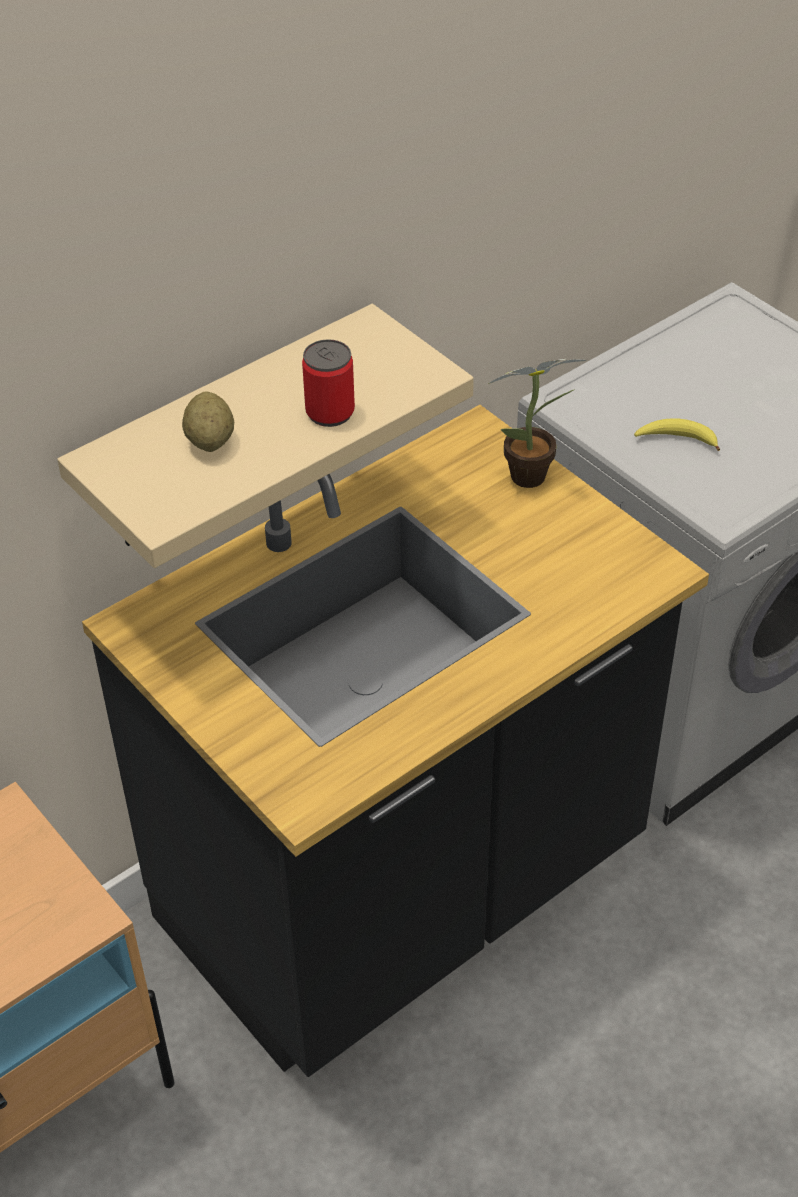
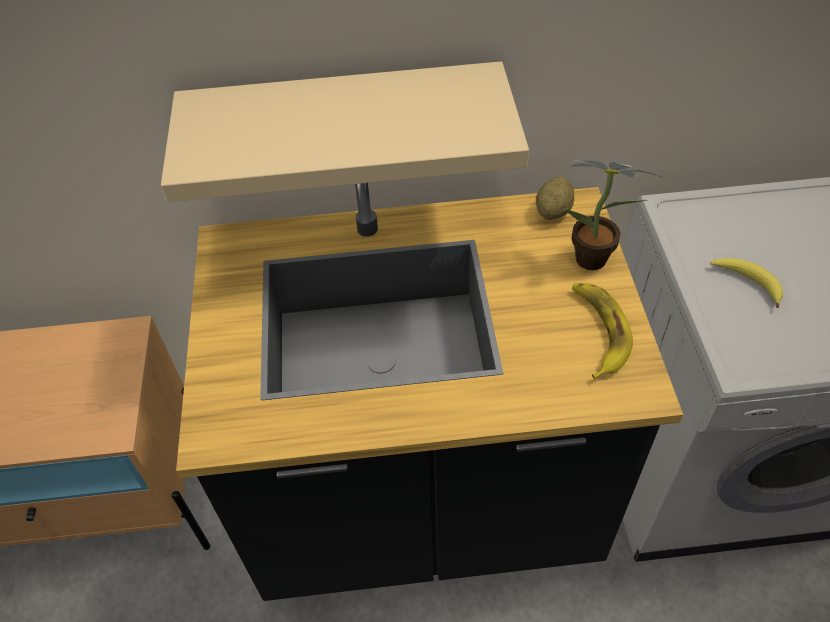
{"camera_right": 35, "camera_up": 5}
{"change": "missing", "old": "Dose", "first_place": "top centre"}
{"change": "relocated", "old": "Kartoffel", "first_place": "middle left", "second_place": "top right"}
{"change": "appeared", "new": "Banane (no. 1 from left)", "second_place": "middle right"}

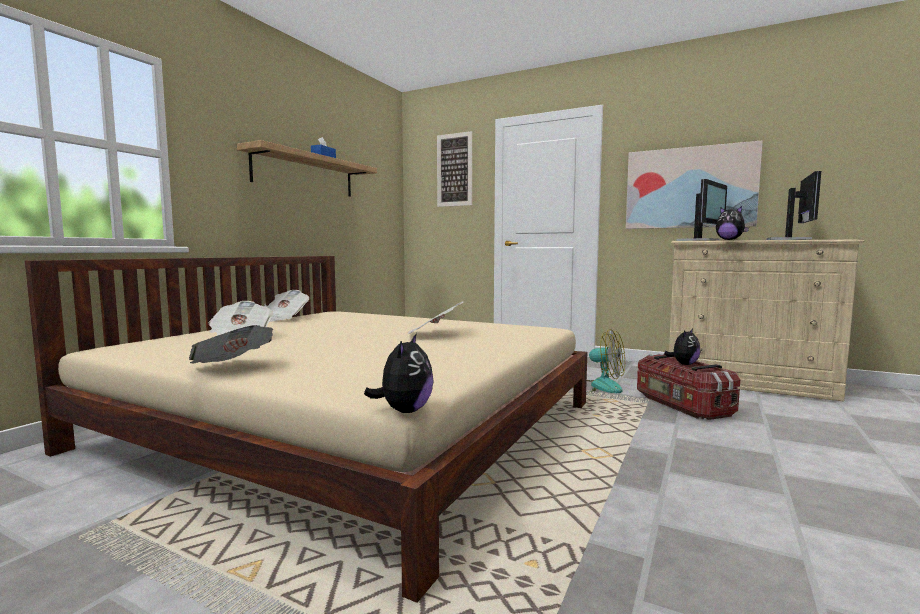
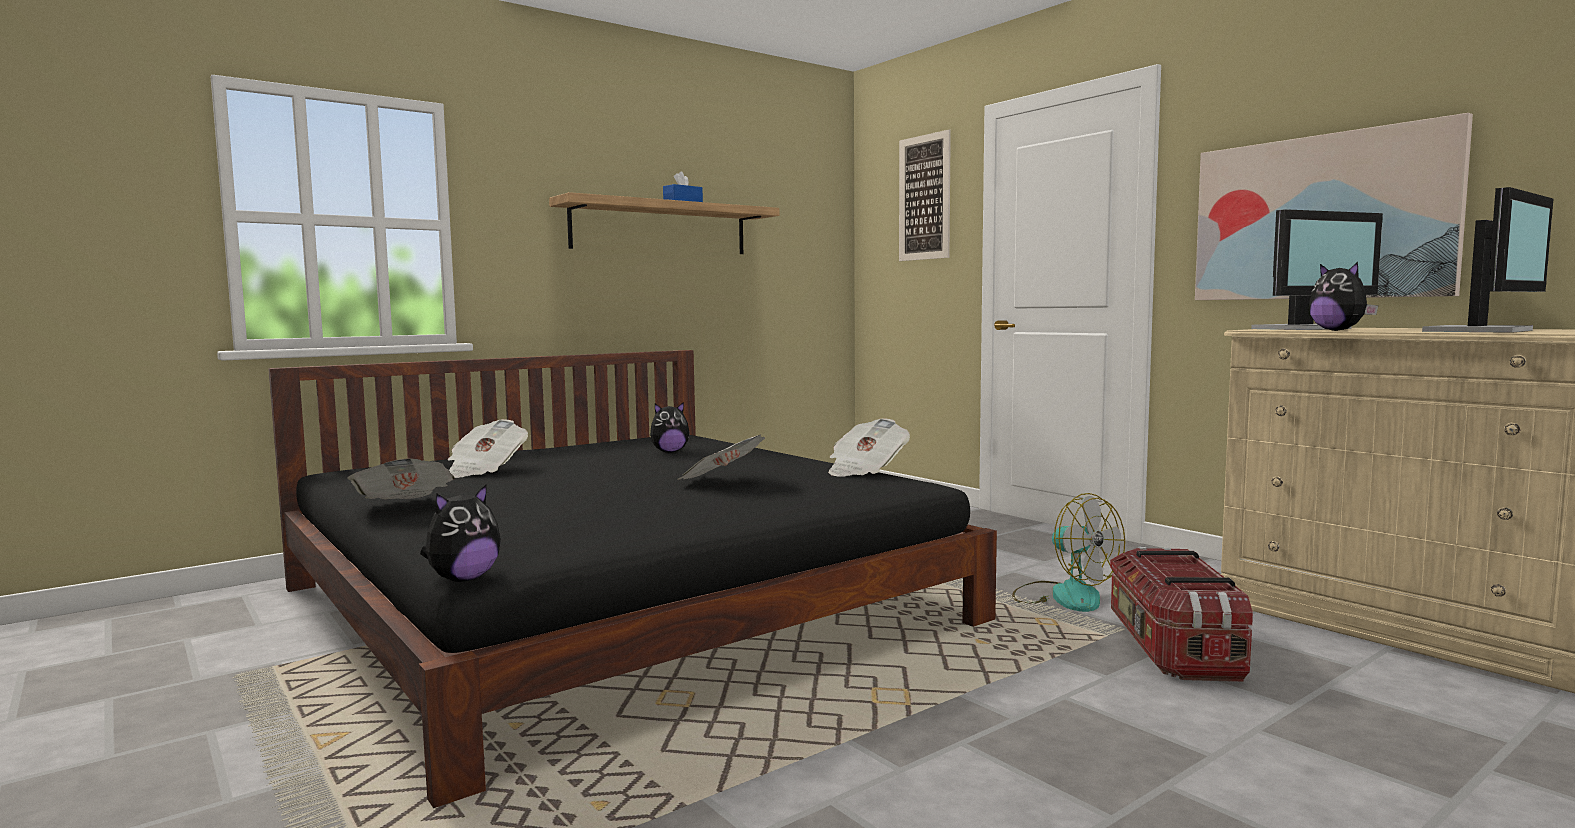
{"camera_right": 25, "camera_up": 0}
{"change": "colour", "old": "Bett (beige)", "new": "Bett (schwarz)", "first_place": "bottom left", "second_place": "bottom centre"}
{"change": "relocated", "old": "Zeitung (no. 3 from left in the first image)", "new": "Zeitung (no. 4 from left)", "first_place": "middle left", "second_place": "centre"}
{"change": "relocated", "old": "Plüschtier (no. 2 from left)", "first_place": "middle right", "second_place": "centre"}

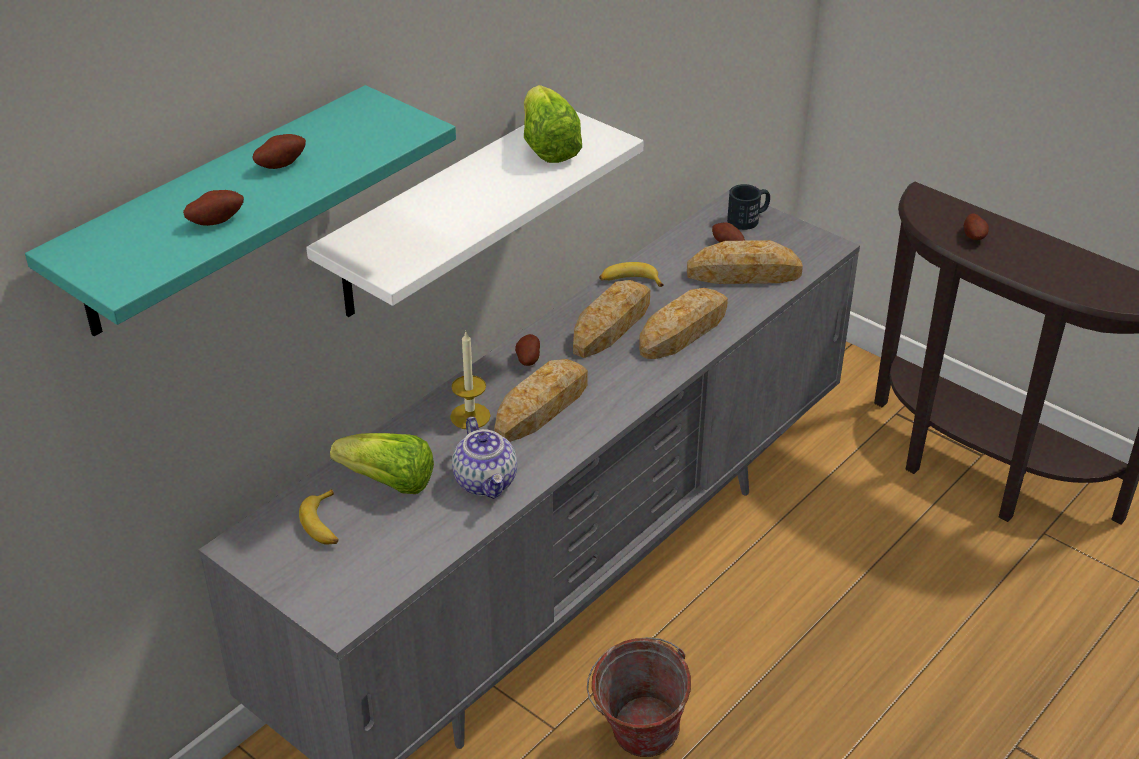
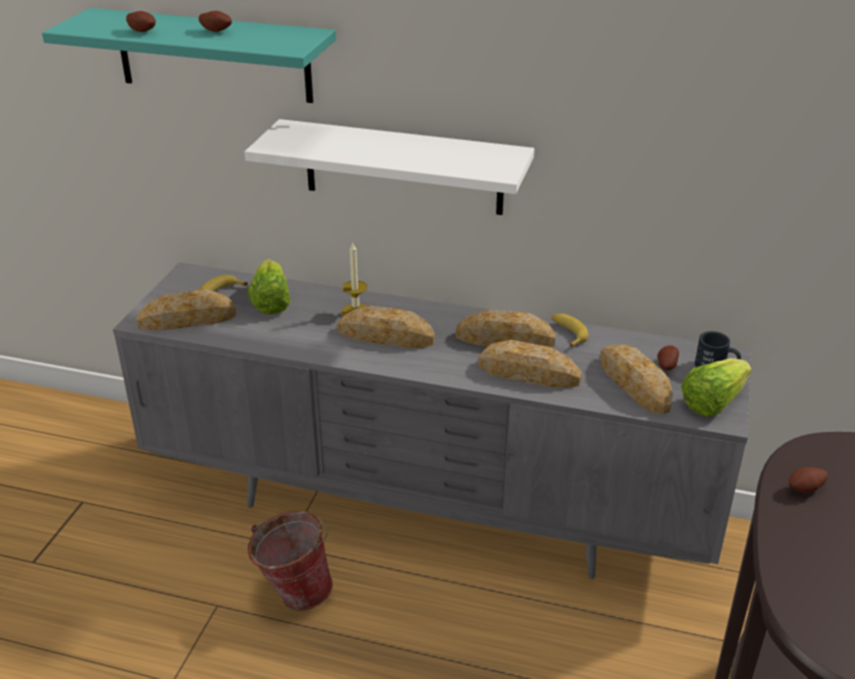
{"camera_right": 65, "camera_up": -5}
{"change": "relocated", "old": "Salatkopf (no. 2 from left)", "first_place": "top centre", "second_place": "middle right"}
{"change": "missing", "old": "Kartoffel (no. 3 from left)", "first_place": "centre"}
{"change": "missing", "old": "Teekanne", "first_place": "centre"}
{"change": "appeared", "new": "Brot (no. 1 from left)", "second_place": "middle left"}

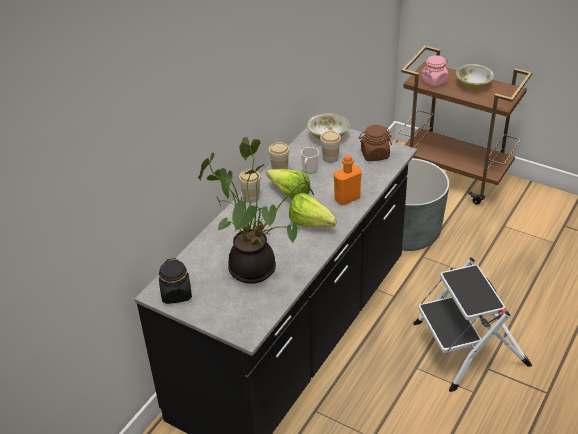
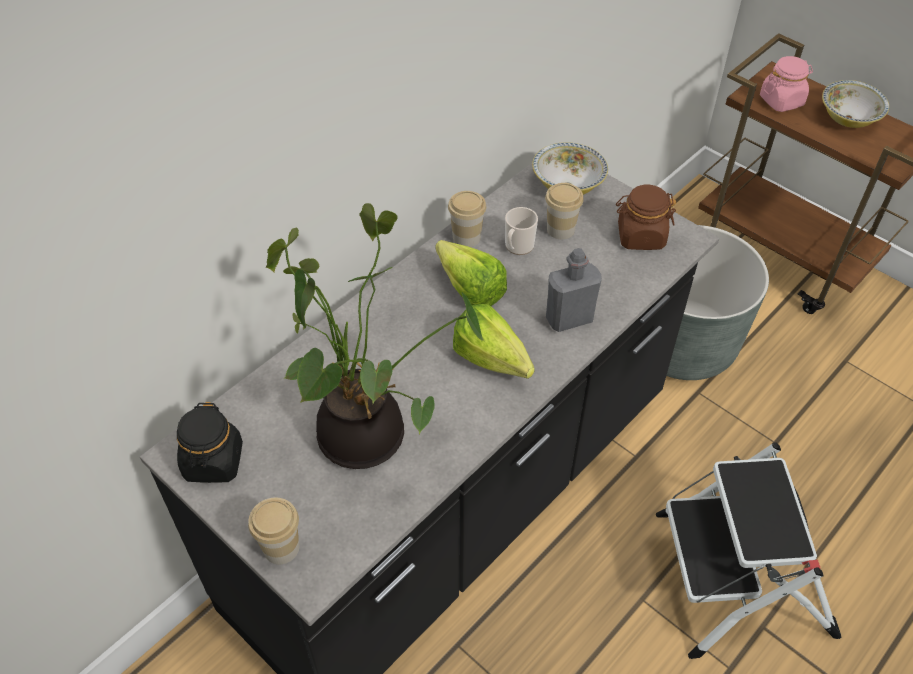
{"camera_right": 10, "camera_up": 10}
{"change": "colour", "old": "Flasche (orange)", "new": "Flasche (grau)", "first_place": "centre", "second_place": "centre"}
{"change": "relocated", "old": "Tasse (no. 1 from left)", "first_place": "centre", "second_place": "bottom left"}

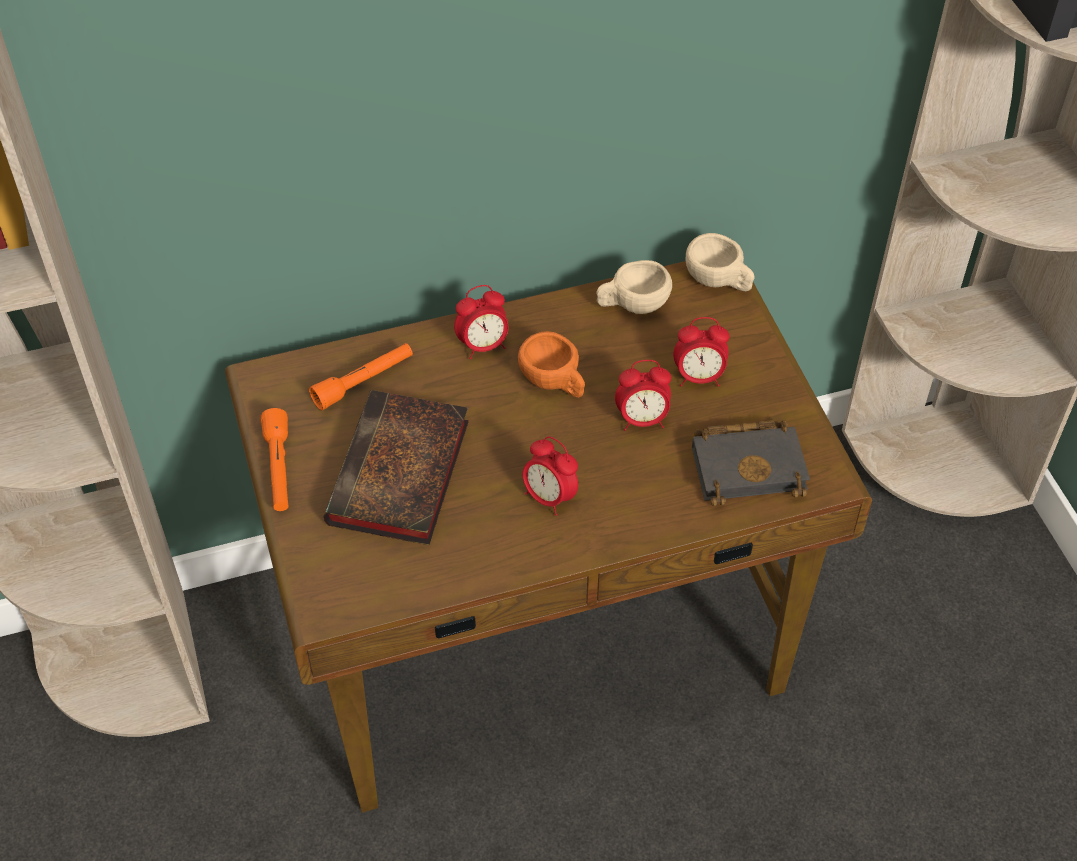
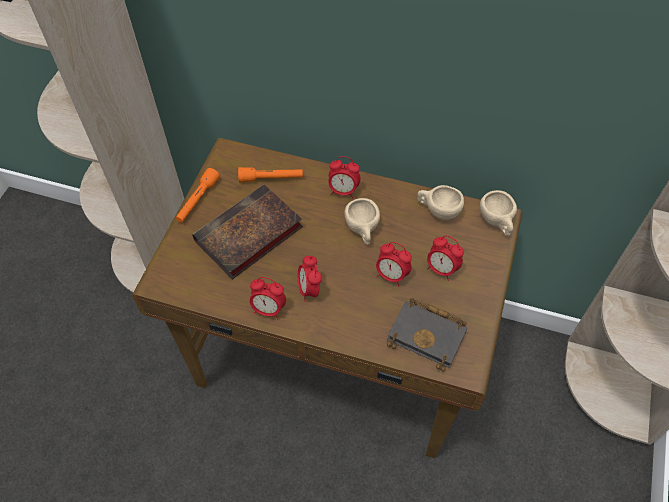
{"camera_right": 35, "camera_up": 5}
{"change": "colour", "old": "Tasse (orange)", "new": "Tasse (beige) (no. 1 from left)", "first_place": "centre", "second_place": "centre"}
{"change": "appeared", "new": "Wecker (no. 1 from left)", "second_place": "centre"}

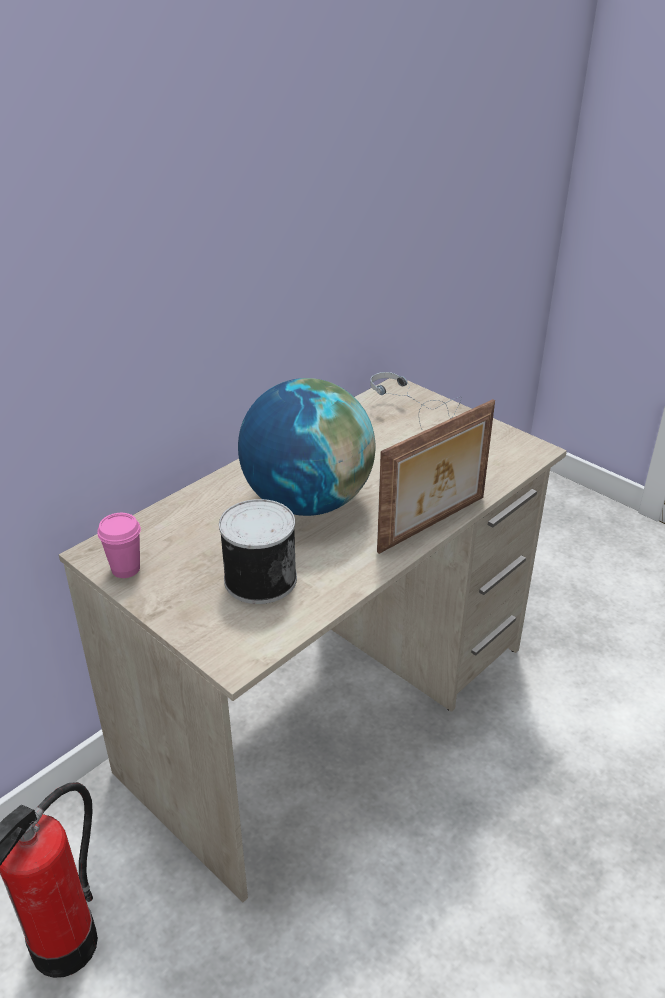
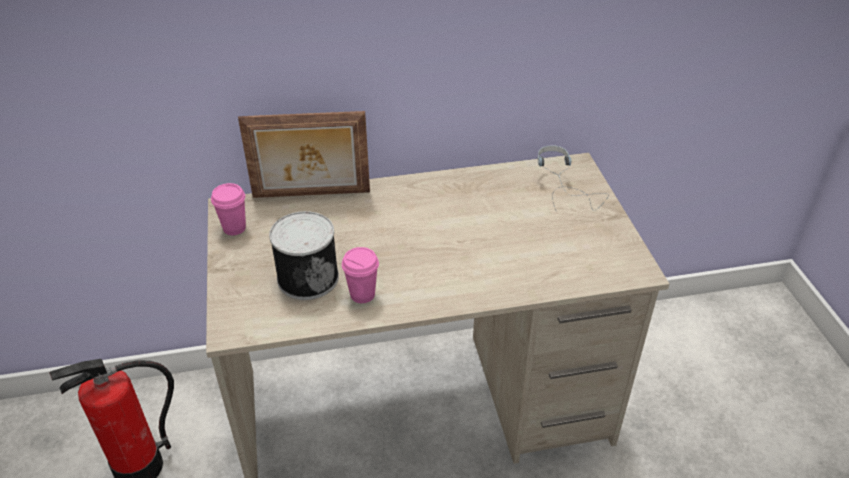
{"camera_right": 35, "camera_up": 5}
{"change": "missing", "old": "Globus", "first_place": "centre"}
{"change": "relocated", "old": "Bilderrahmen", "first_place": "centre", "second_place": "top centre"}
{"change": "appeared", "new": "Tasse (rosa) (no. 2 from left)", "second_place": "centre"}

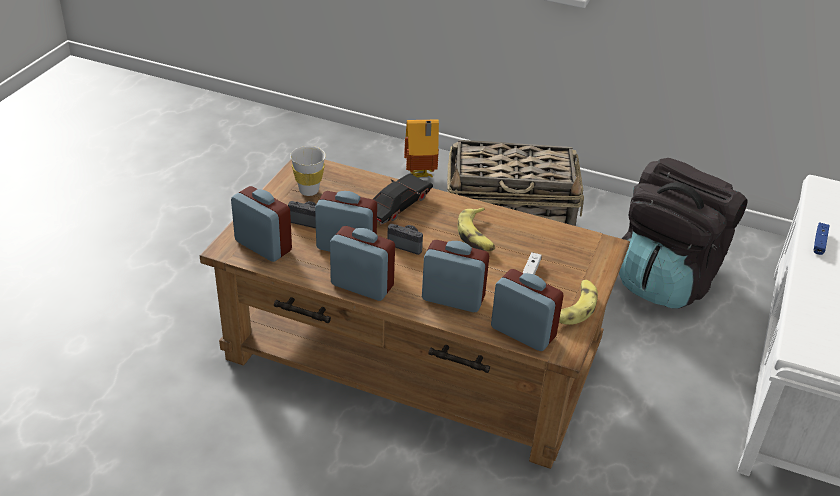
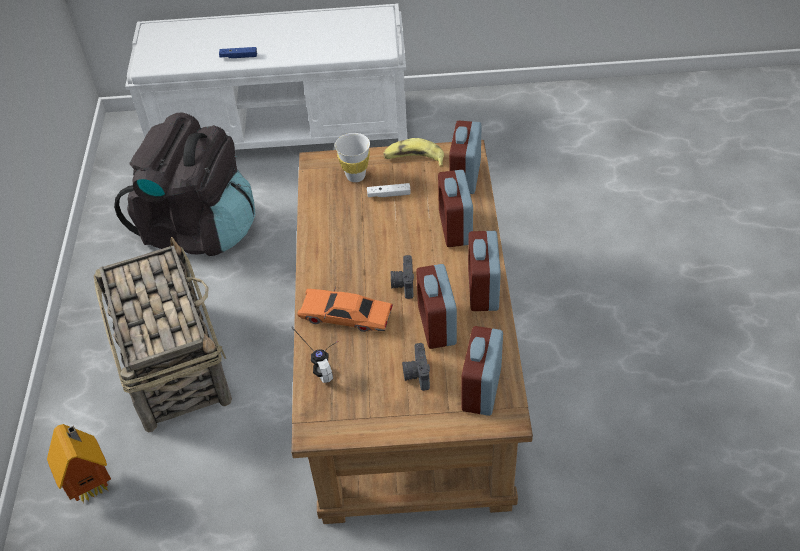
{"camera_right": -110, "camera_up": 10}
{"change": "relocated", "old": "Tasse (weiß)", "first_place": "centre", "second_place": "top centre"}
{"change": "colour", "old": "Spielzeugauto (schwarz)", "new": "Spielzeugauto (orange)", "first_place": "centre", "second_place": "centre"}
{"change": "missing", "old": "Banane (no. 1 from left)", "first_place": "centre"}
{"change": "appeared", "new": "Kopfhörer", "second_place": "centre"}

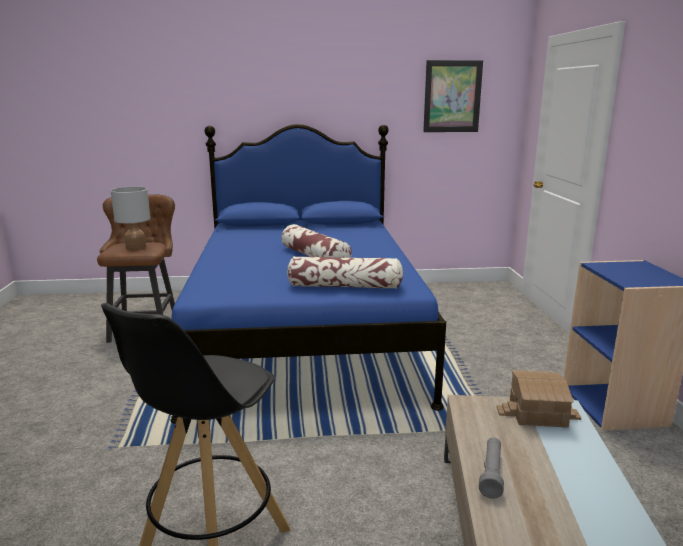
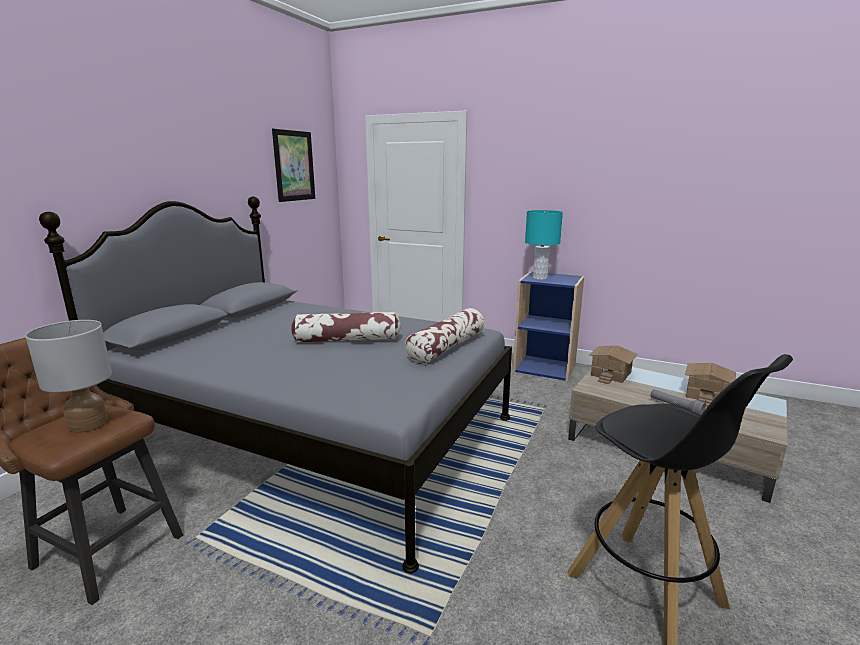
{"camera_right": -60, "camera_up": 0}
{"change": "colour", "old": "Bett (blau)", "new": "Bett (grau)", "first_place": "centre", "second_place": "middle left"}
{"change": "appeared", "new": "Tischlampe (türkis)", "second_place": "centre"}
{"change": "appeared", "new": "Spielzeughaus (no. 2 from left)", "second_place": "middle right"}

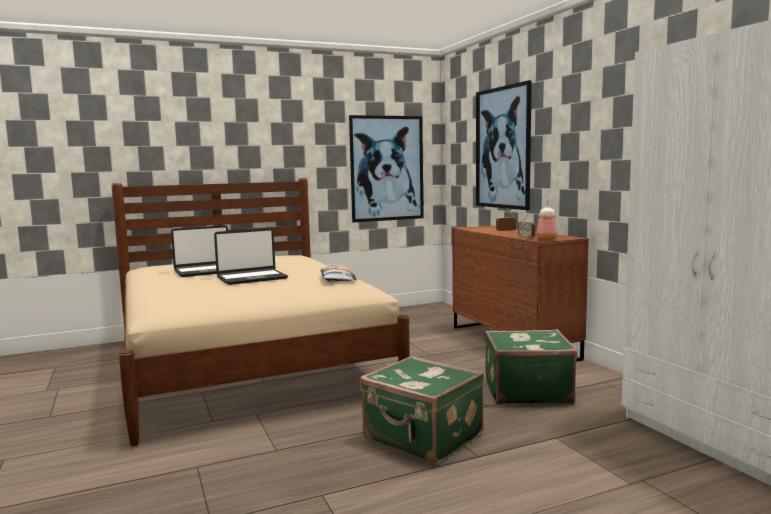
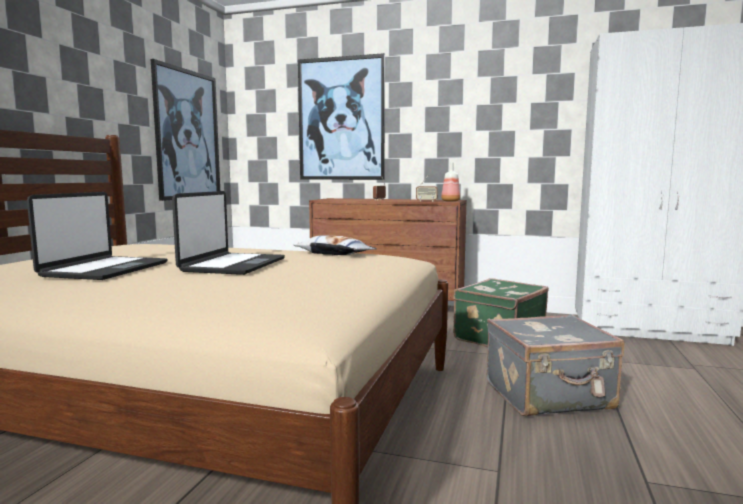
{"camera_right": -50, "camera_up": 0}
{"change": "colour", "old": "Koffer (grün) (no. 1 from left)", "new": "Koffer (grau)", "first_place": "bottom centre", "second_place": "bottom right"}

